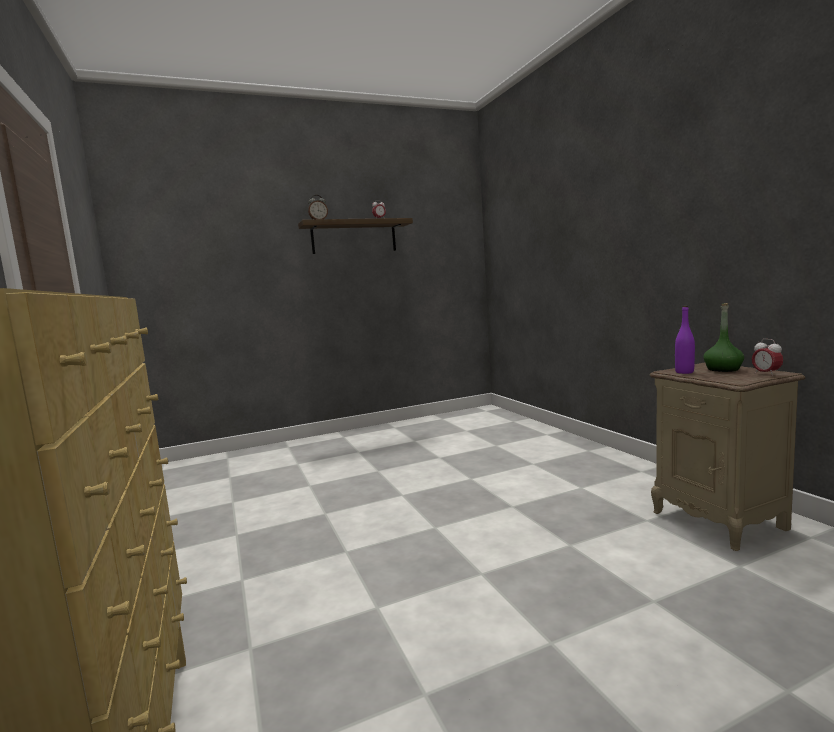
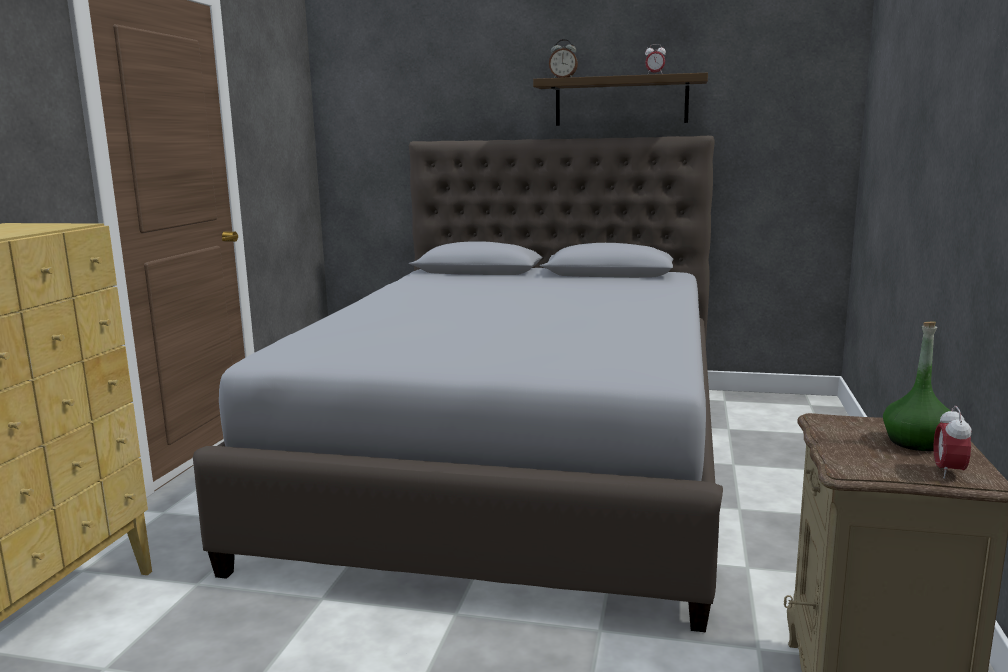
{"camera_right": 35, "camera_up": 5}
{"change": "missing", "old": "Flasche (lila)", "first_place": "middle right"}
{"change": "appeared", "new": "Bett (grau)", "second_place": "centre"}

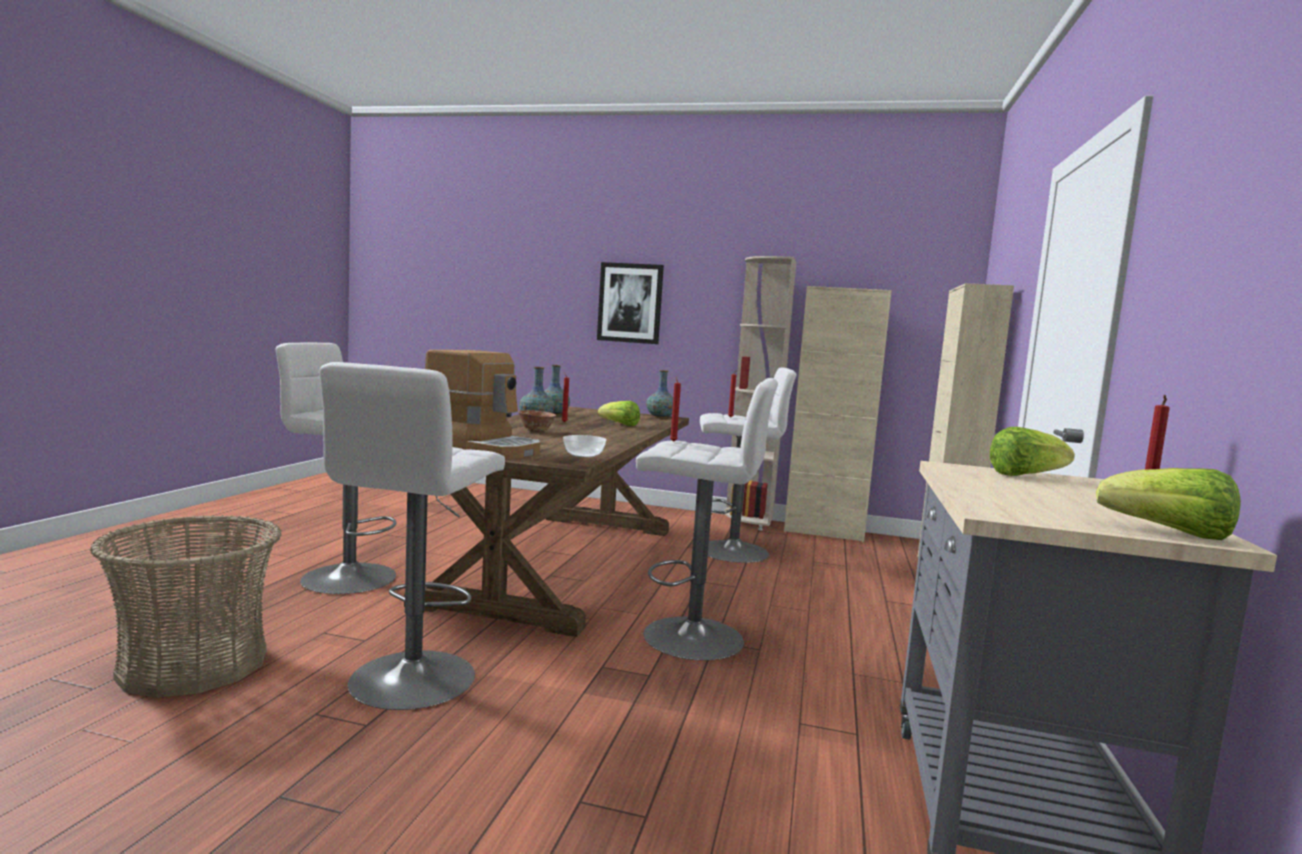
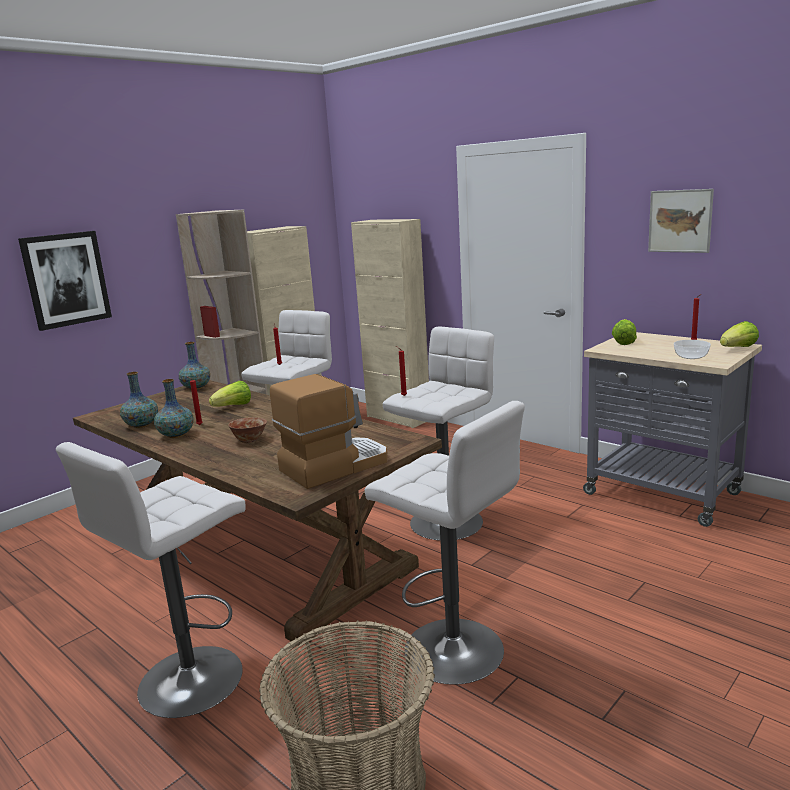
{"camera_right": -60, "camera_up": 10}
{"change": "relocated", "old": "Schüssel (no. 2 from left)", "first_place": "centre", "second_place": "middle right"}
{"change": "appeared", "new": "Bild (no. 2 from left)", "second_place": "top right"}

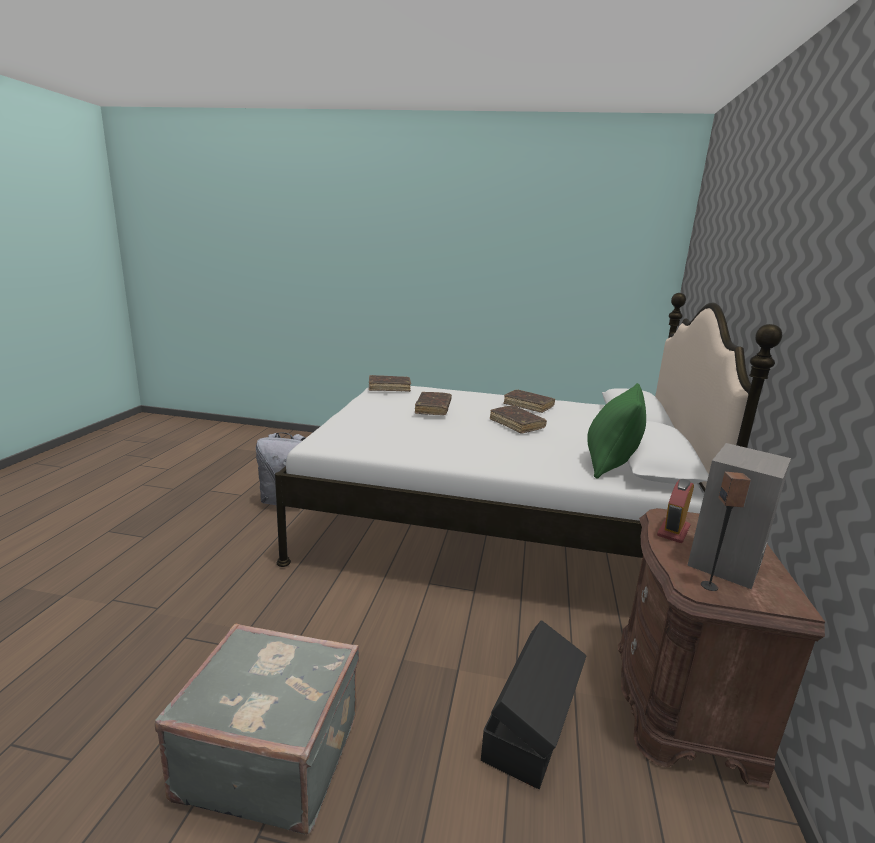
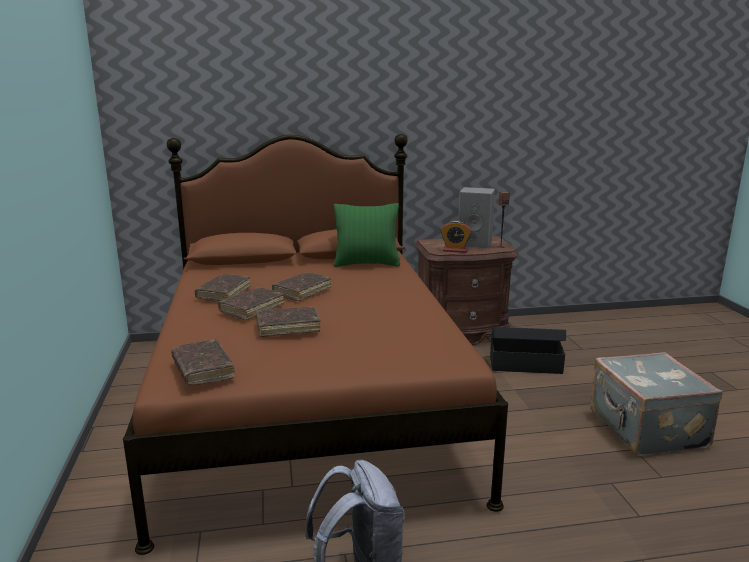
{"camera_right": -110, "camera_up": 0}
{"change": "colour", "old": "Bett (weiß)", "new": "Bett (braun)", "first_place": "centre", "second_place": "centre"}
{"change": "appeared", "new": "Buch (braun) (no. 3 from left)", "second_place": "centre"}

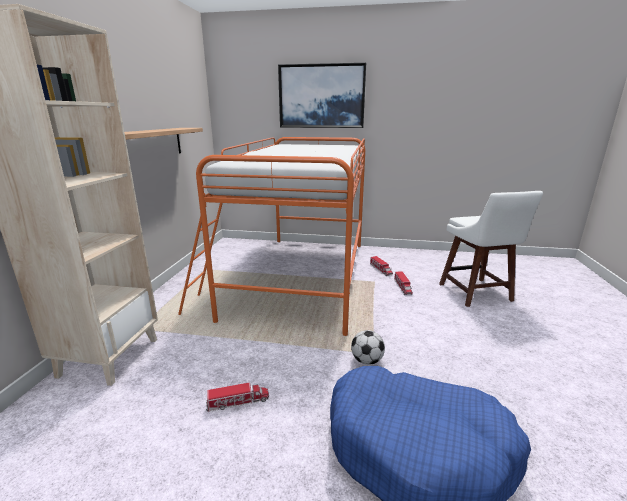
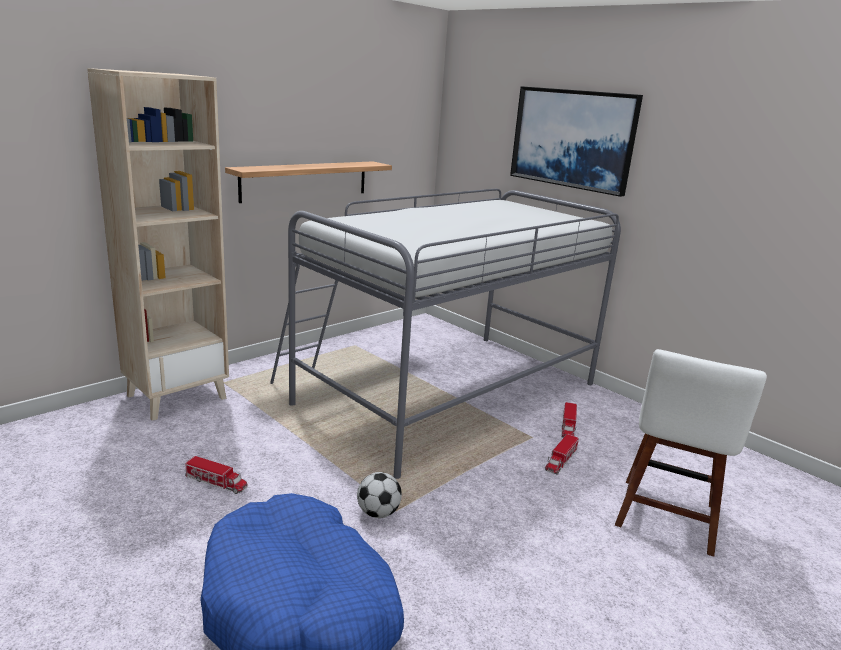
{"camera_right": 35, "camera_up": 0}
{"change": "colour", "old": "Bett (orange)", "new": "Bett (grau)", "first_place": "centre", "second_place": "centre"}

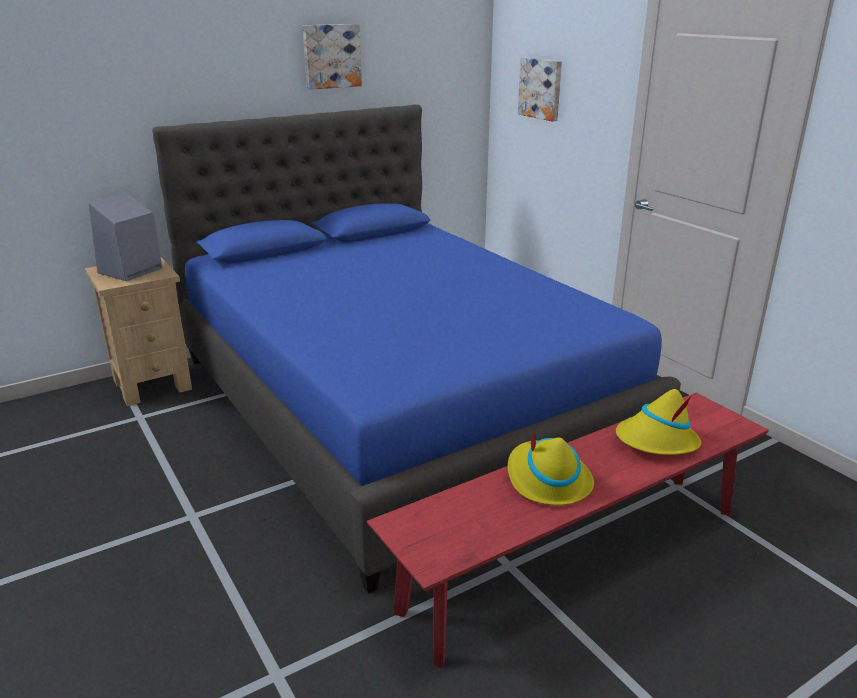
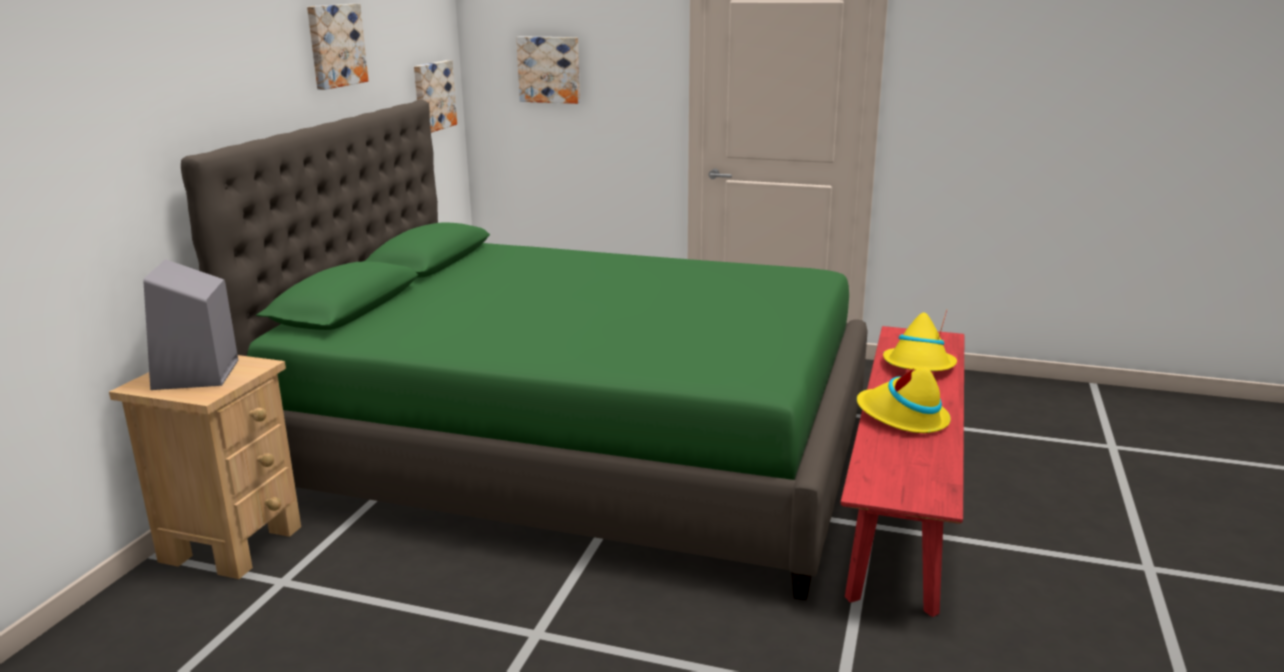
{"camera_right": -40, "camera_up": -5}
{"change": "colour", "old": "Bett (blau)", "new": "Bett (grün)", "first_place": "centre", "second_place": "centre"}
{"change": "appeared", "new": "Bild (no. 2 from left)", "second_place": "top centre"}

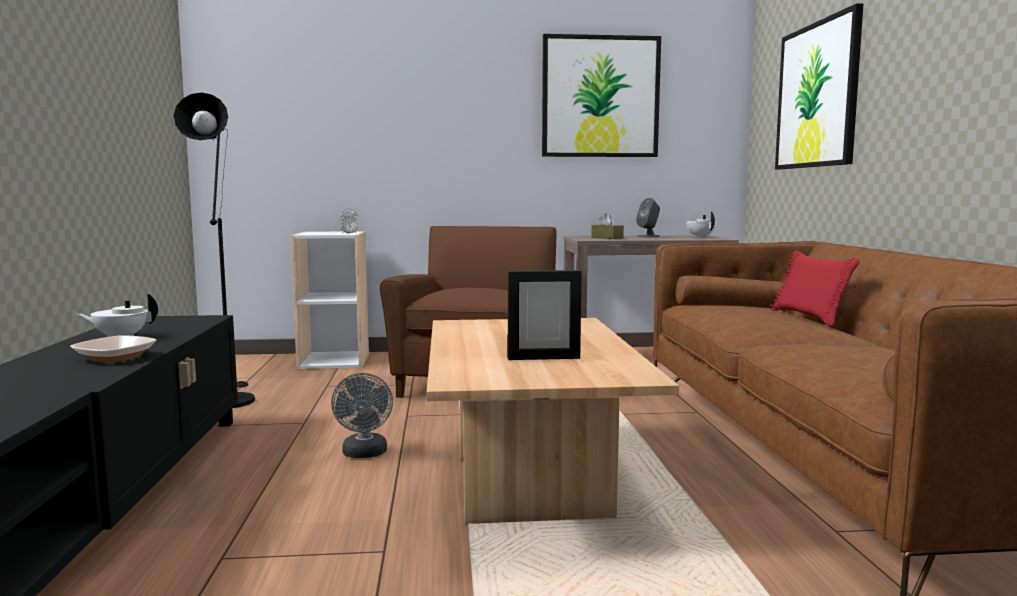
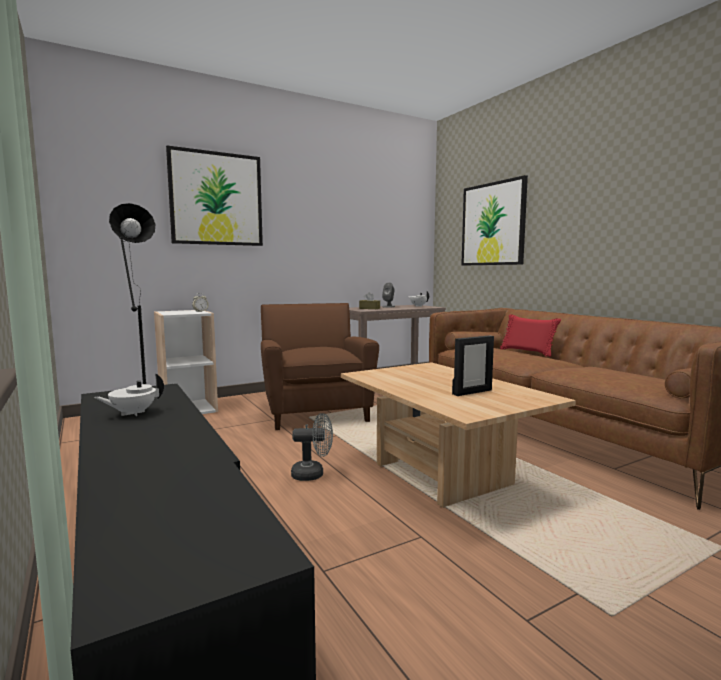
{"camera_right": -25, "camera_up": 0}
{"change": "relocated", "old": "Bild (no. 1 from left)", "first_place": "top centre", "second_place": "top left"}
{"change": "missing", "old": "Schüssel", "first_place": "middle left"}
{"change": "spun", "old": "Ventilator (grau)", "first_place": "bottom centre", "second_place": "centre", "degrees": -60}

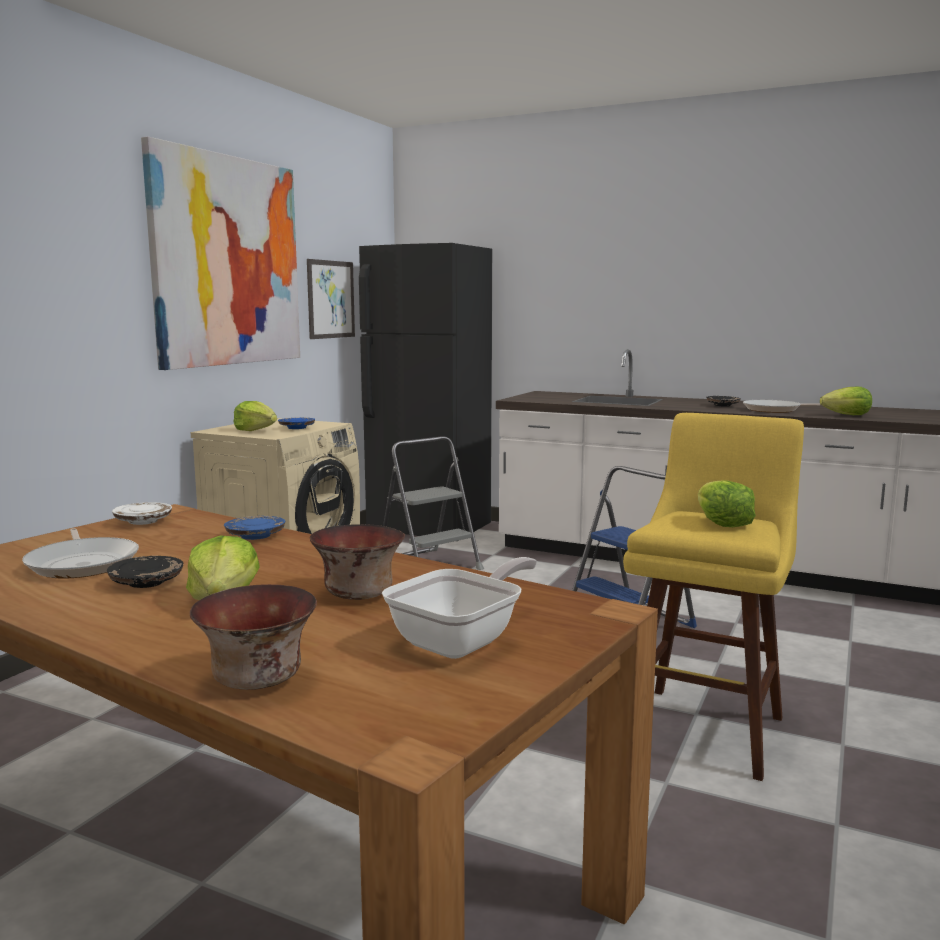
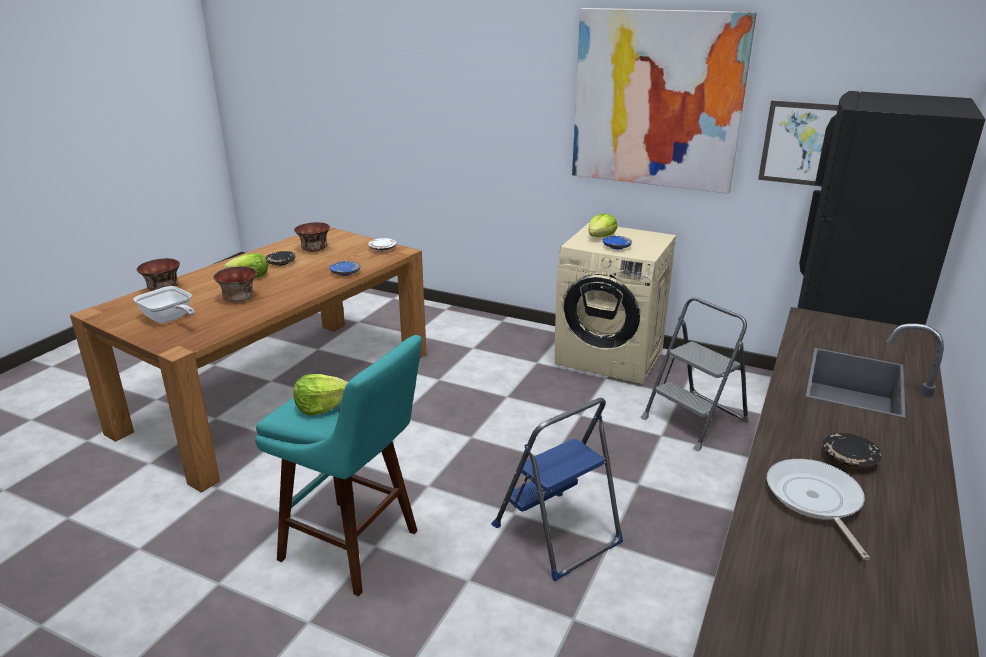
{"camera_right": 90, "camera_up": 15}
{"change": "missing", "old": "Salatkopf (no. 4 from left)", "first_place": "middle right"}
{"change": "colour", "old": "Hocker (gelb)", "new": "Hocker (türkis)", "first_place": "middle right", "second_place": "bottom centre"}
{"change": "exchanged", "old": "Pfanne (no. 1 from left)", "new": "Schüssel (no. 3 from left)", "first_place": "middle left", "second_place": "middle left"}

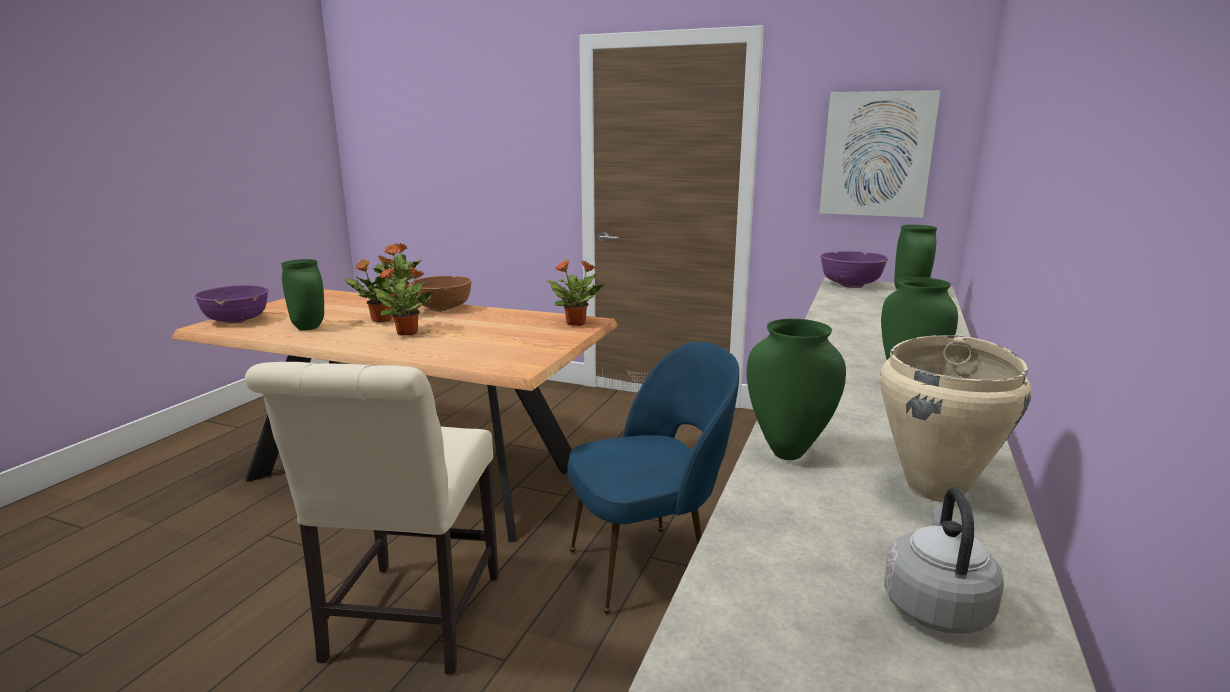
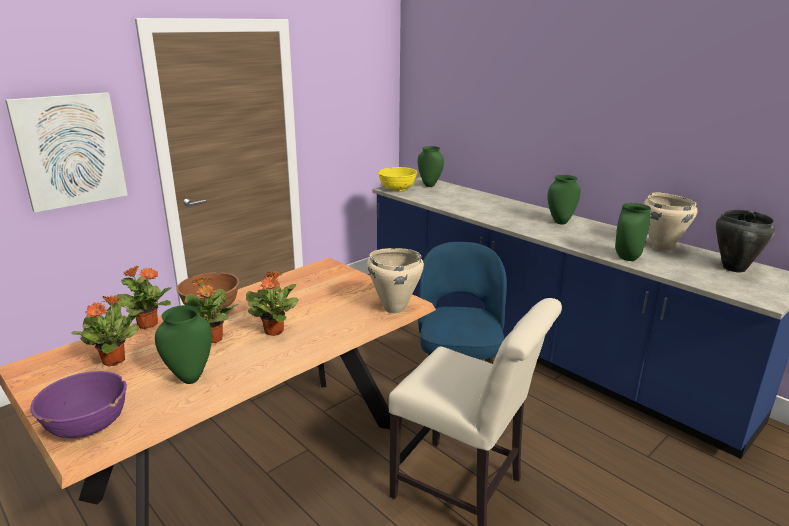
{"camera_right": -65, "camera_up": 5}
{"change": "relocated", "old": "Bild", "first_place": "top right", "second_place": "top left"}
{"change": "colour", "old": "Schüssel (lila) (no. 2 from left)", "new": "Schüssel (gelb)", "first_place": "middle right", "second_place": "centre"}
{"change": "relocated", "old": "Topfpflanze (no. 4 from left in the first image)", "new": "Topfpflanze (no. 1 from left)", "first_place": "centre", "second_place": "middle left"}
{"change": "exchanged", "old": "Wasserkessel (grau)", "new": "Kochtopf (schwarz)", "first_place": "bottom right", "second_place": "middle right"}
{"change": "appeared", "new": "Kochtopf (beige) (no. 1 from left)", "second_place": "centre"}

